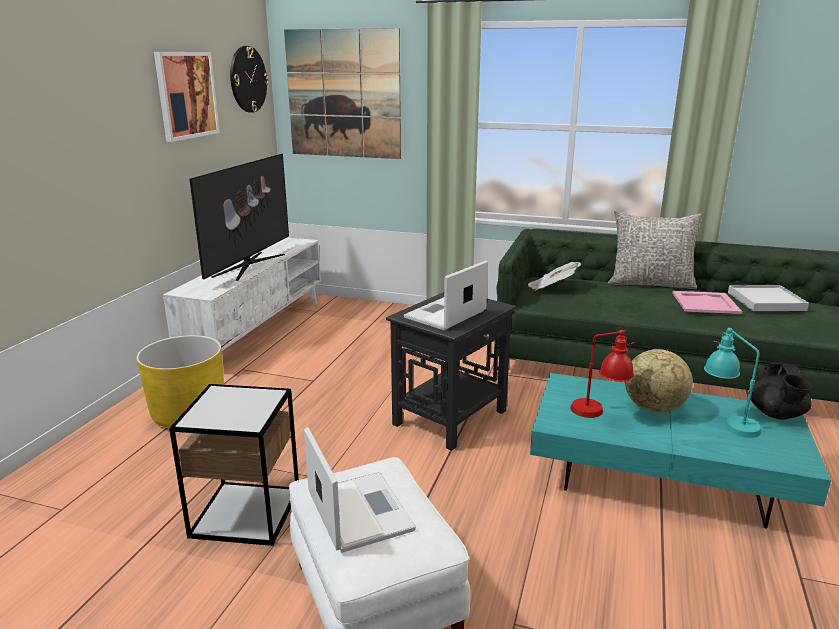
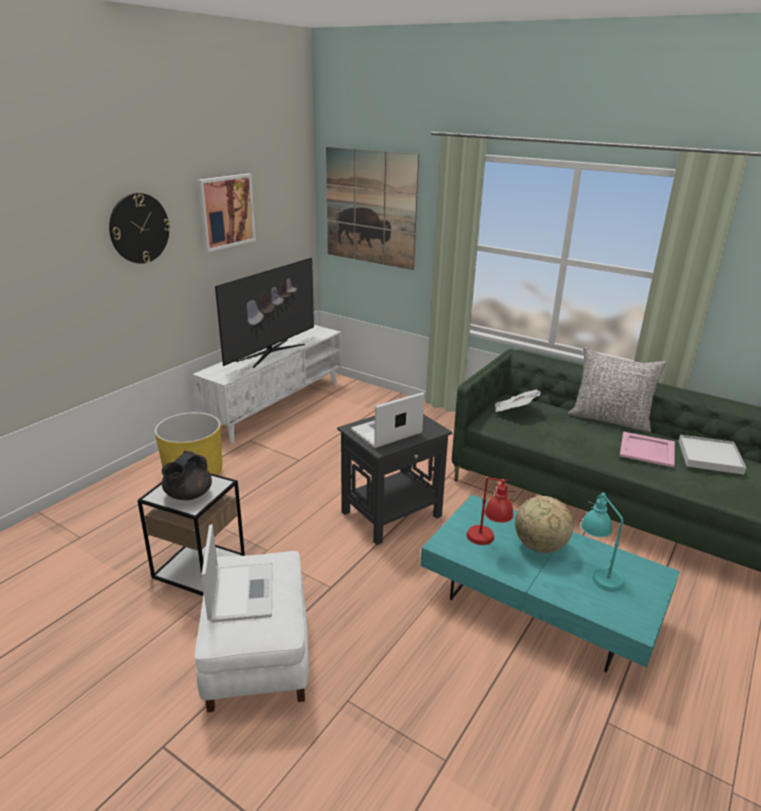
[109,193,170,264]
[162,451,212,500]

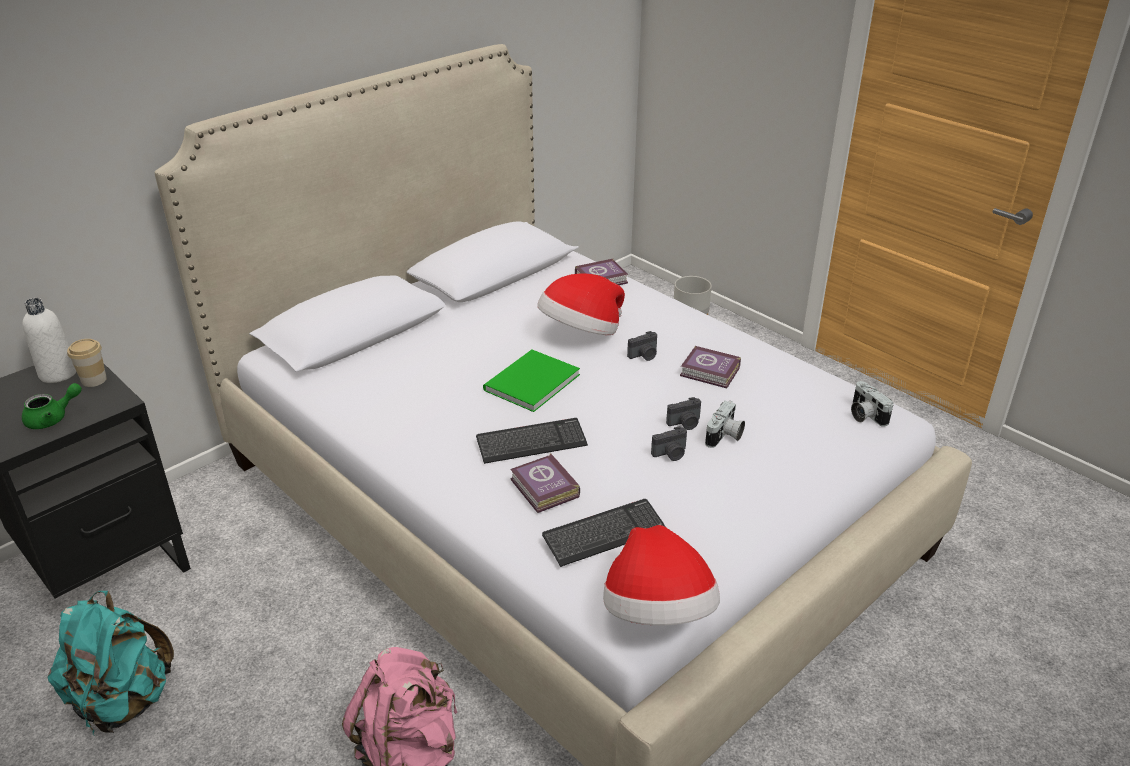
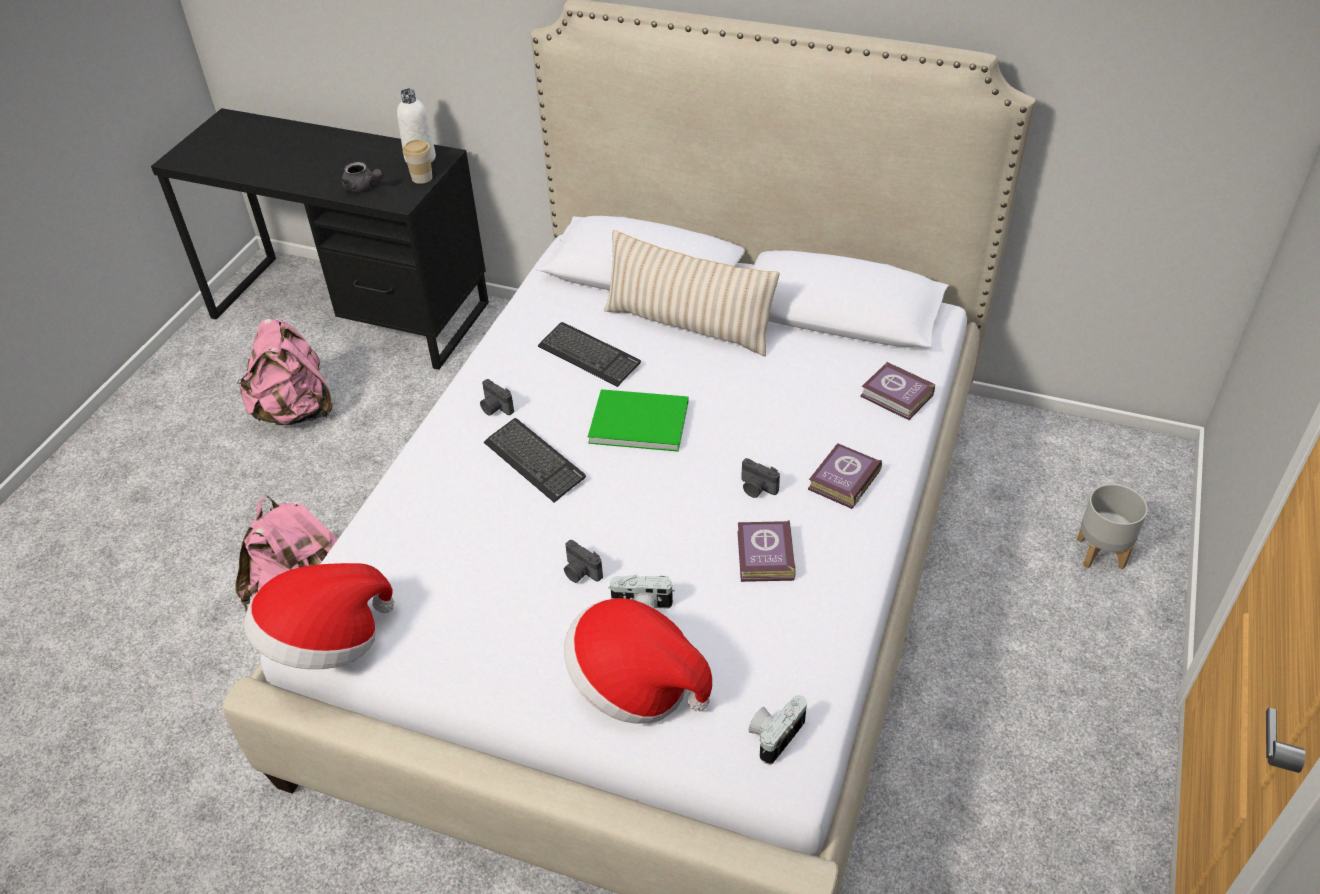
[604,230,780,356]
[808,443,882,509]
[564,598,712,724]
[538,322,641,387]
[480,379,514,416]
[342,162,383,192]
[237,318,333,425]

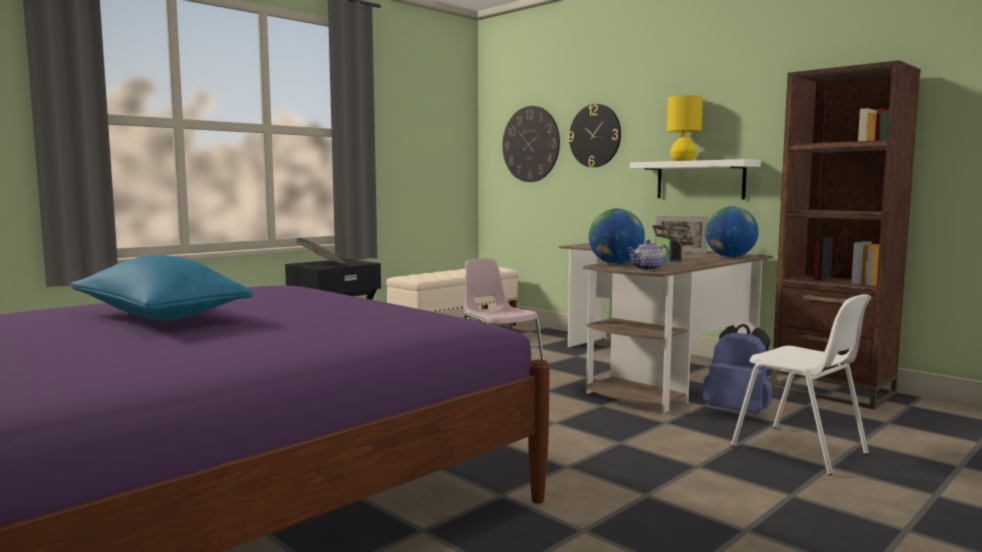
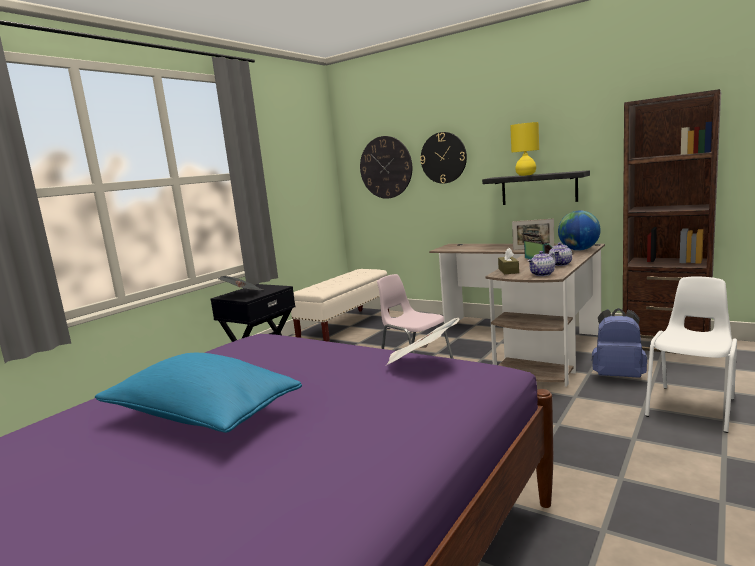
[387,318,460,365]
[549,242,572,266]
[498,248,519,274]
[482,170,590,205]
[645,276,737,433]

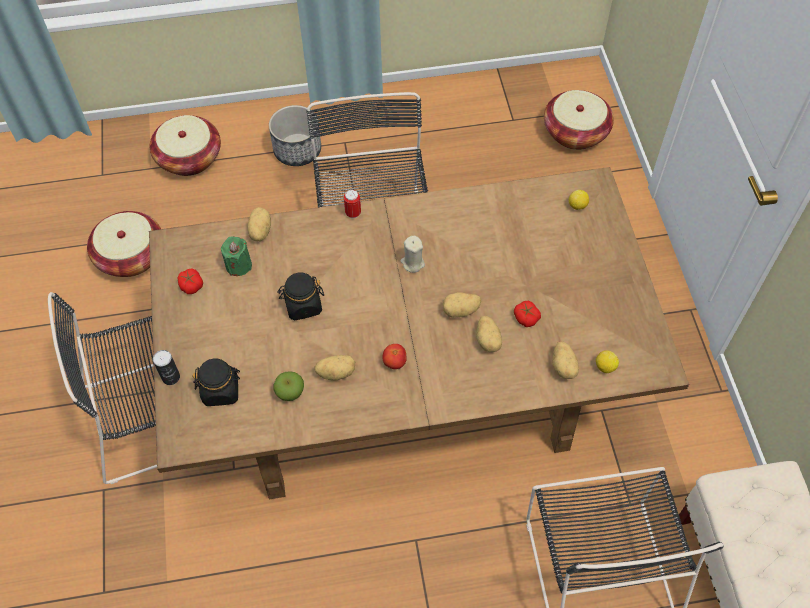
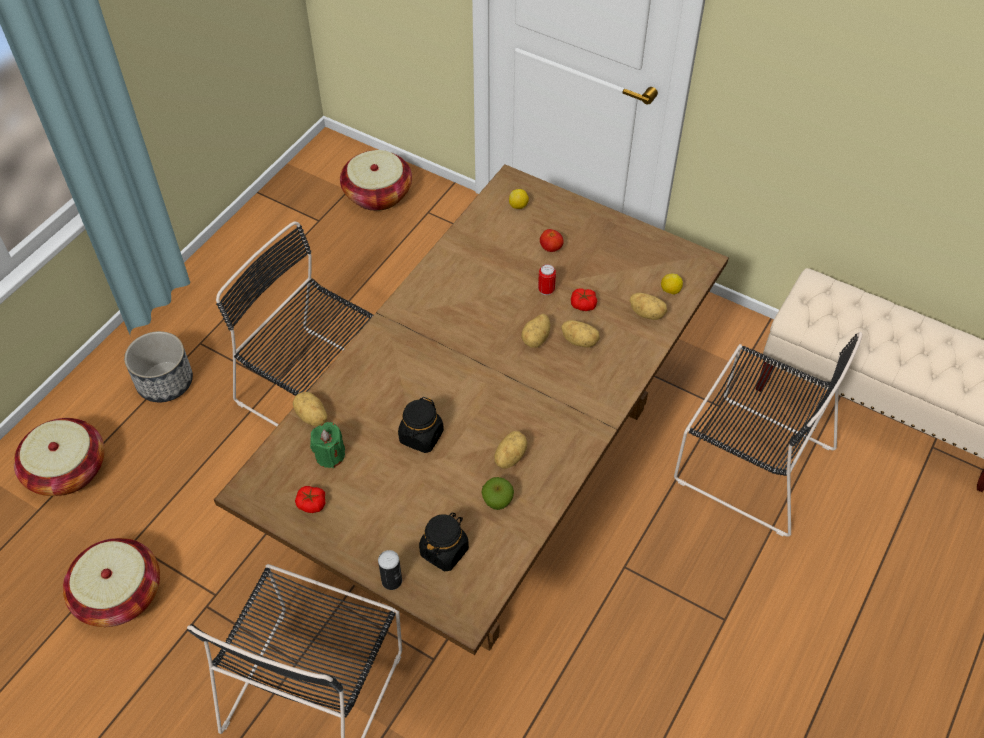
[401,236,425,273] (first image)
[538,264,556,295]
[540,229,564,252]

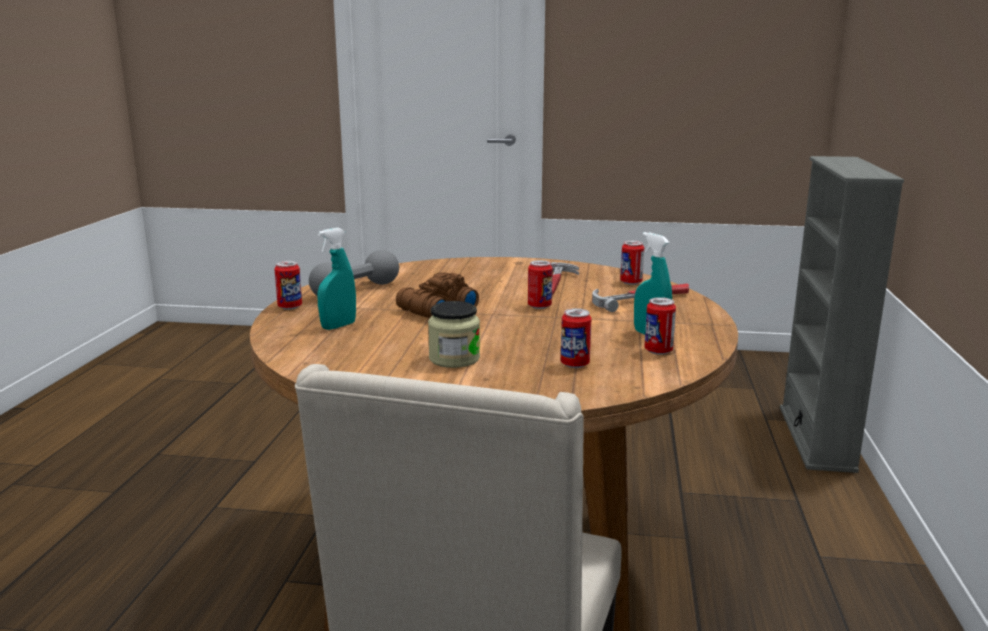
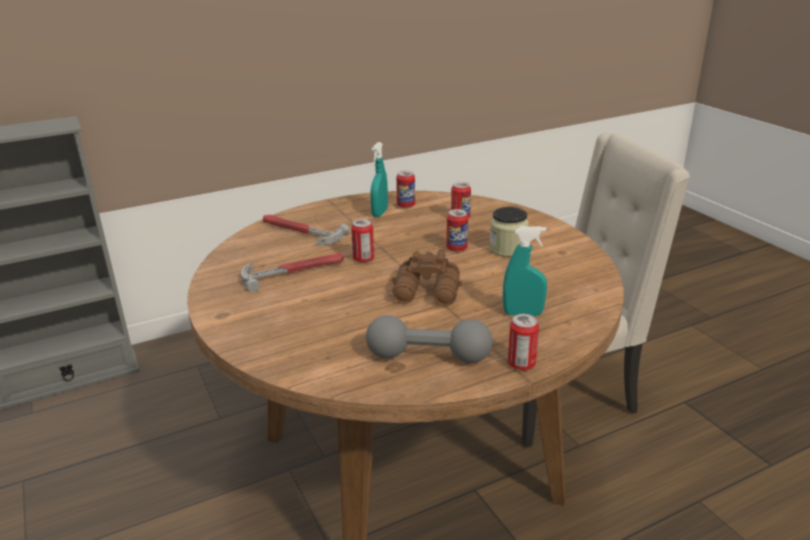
[446,209,468,252]

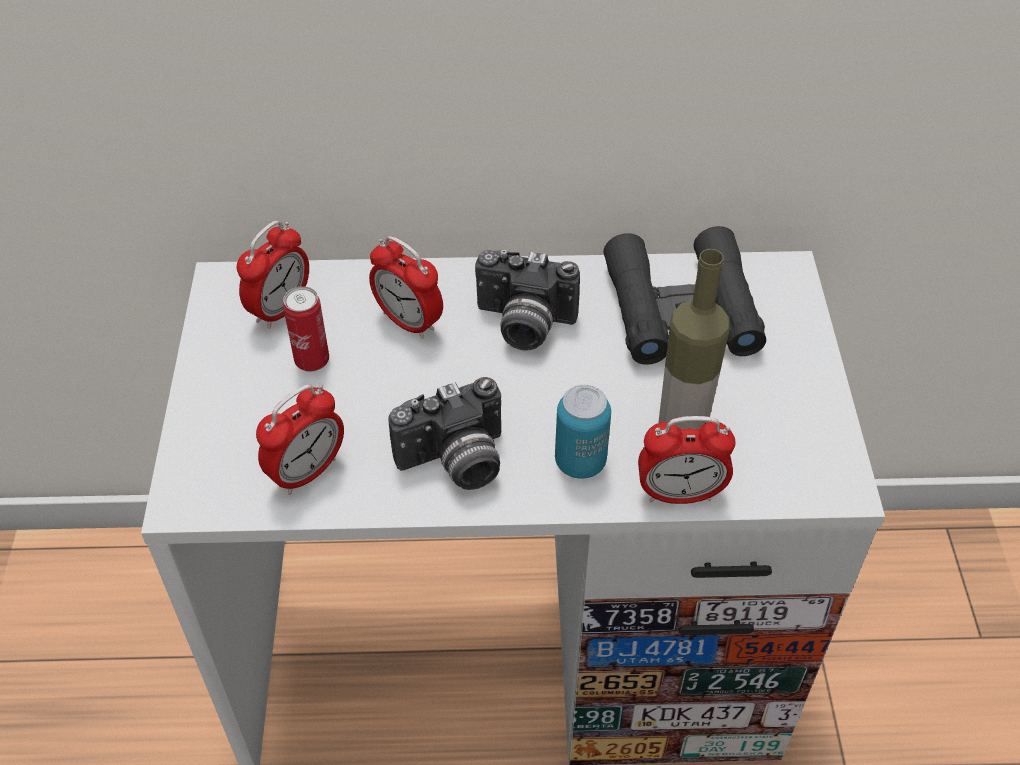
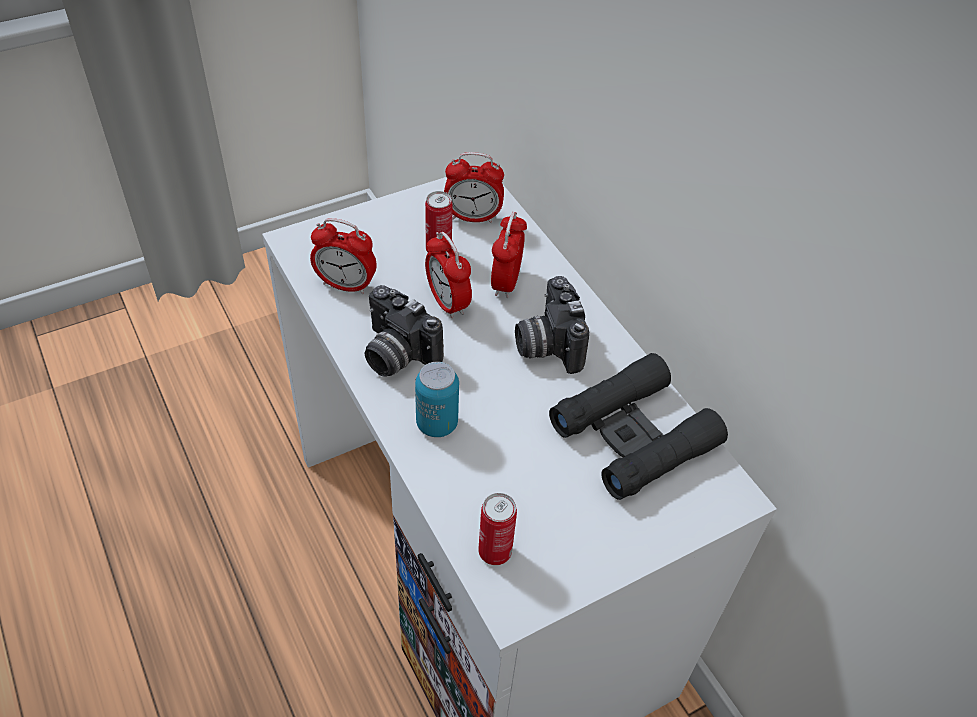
[659,249,729,429] (first image)
[478,493,517,565]
[425,232,472,319]

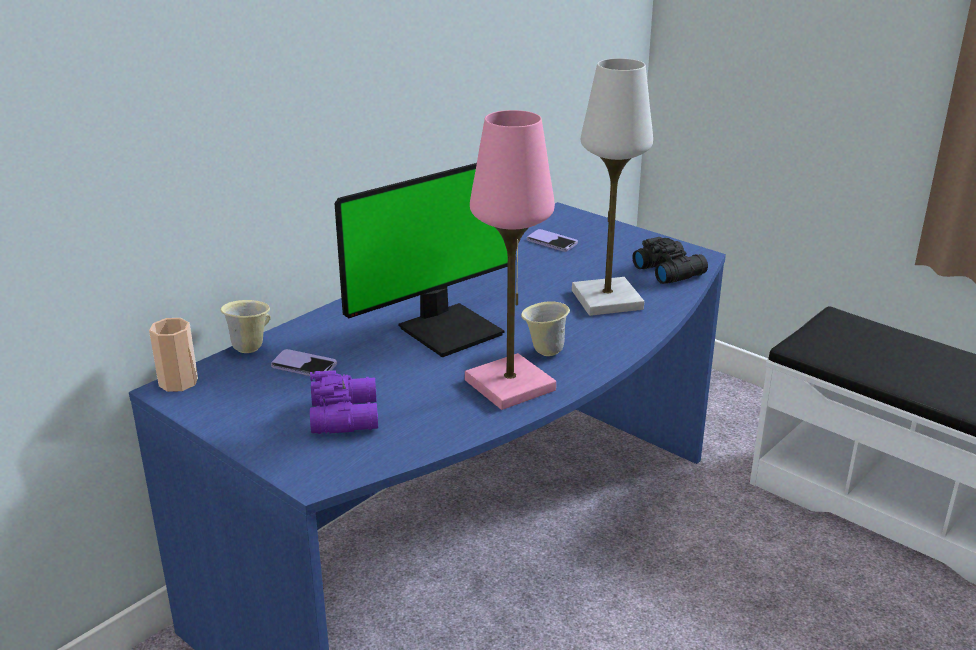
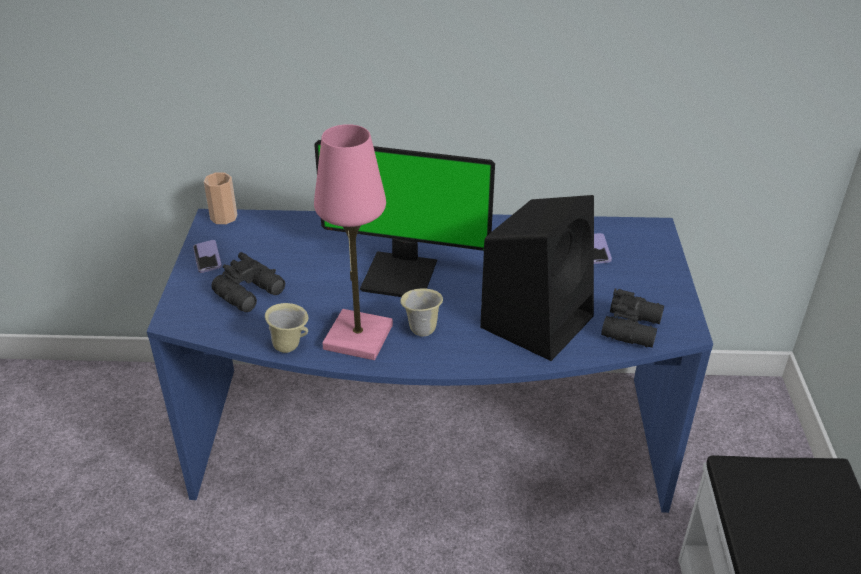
[265,303,308,353]
[193,240,222,273]
[480,195,594,361]
[211,252,285,312]

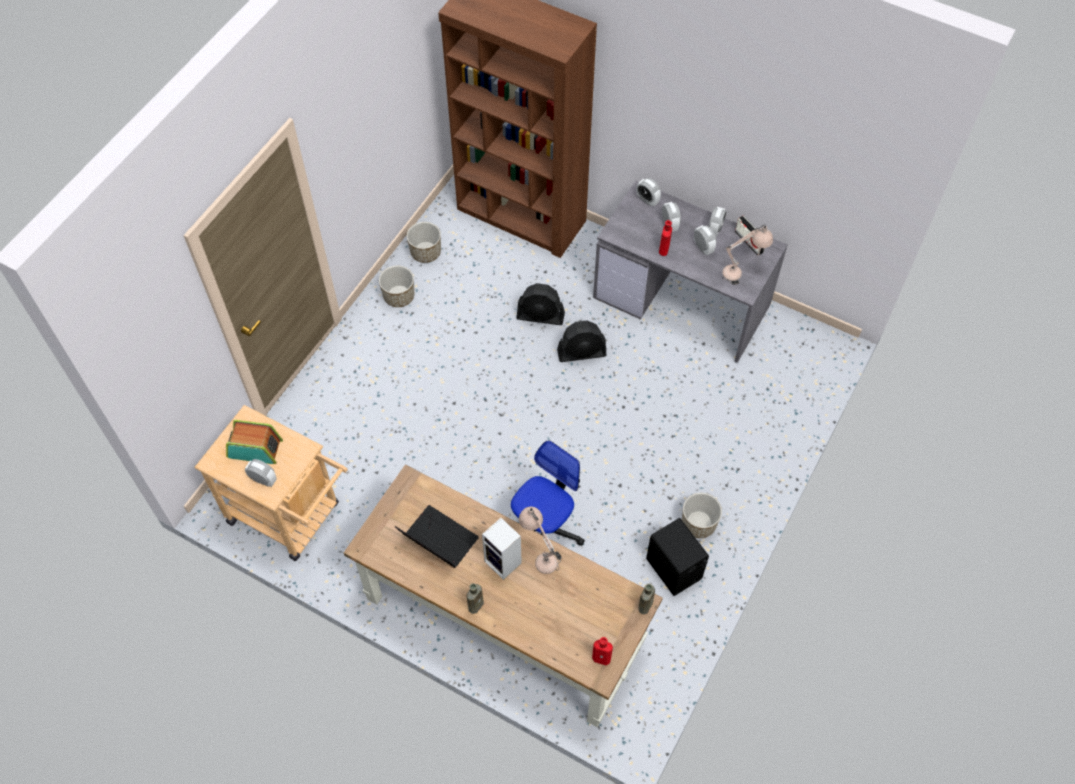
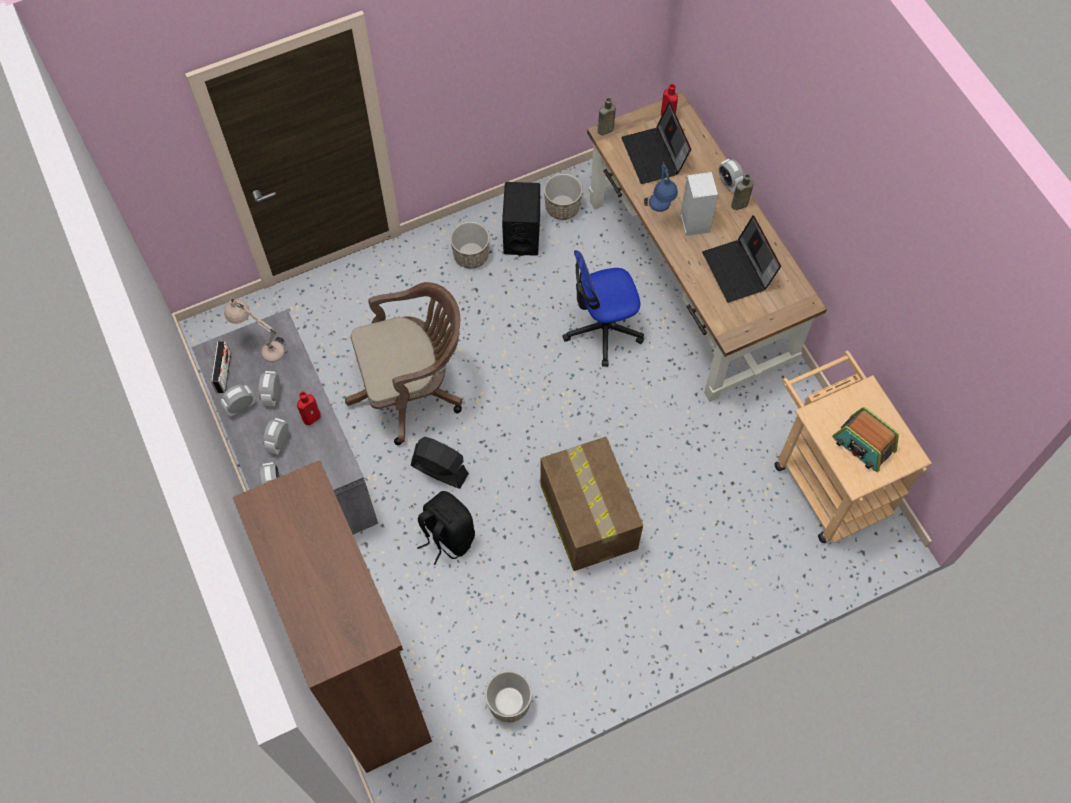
[345,282,463,445]
[540,437,643,571]
[621,102,691,184]
[718,159,744,193]
[544,173,582,220]
[417,491,475,565]
[644,162,678,212]

